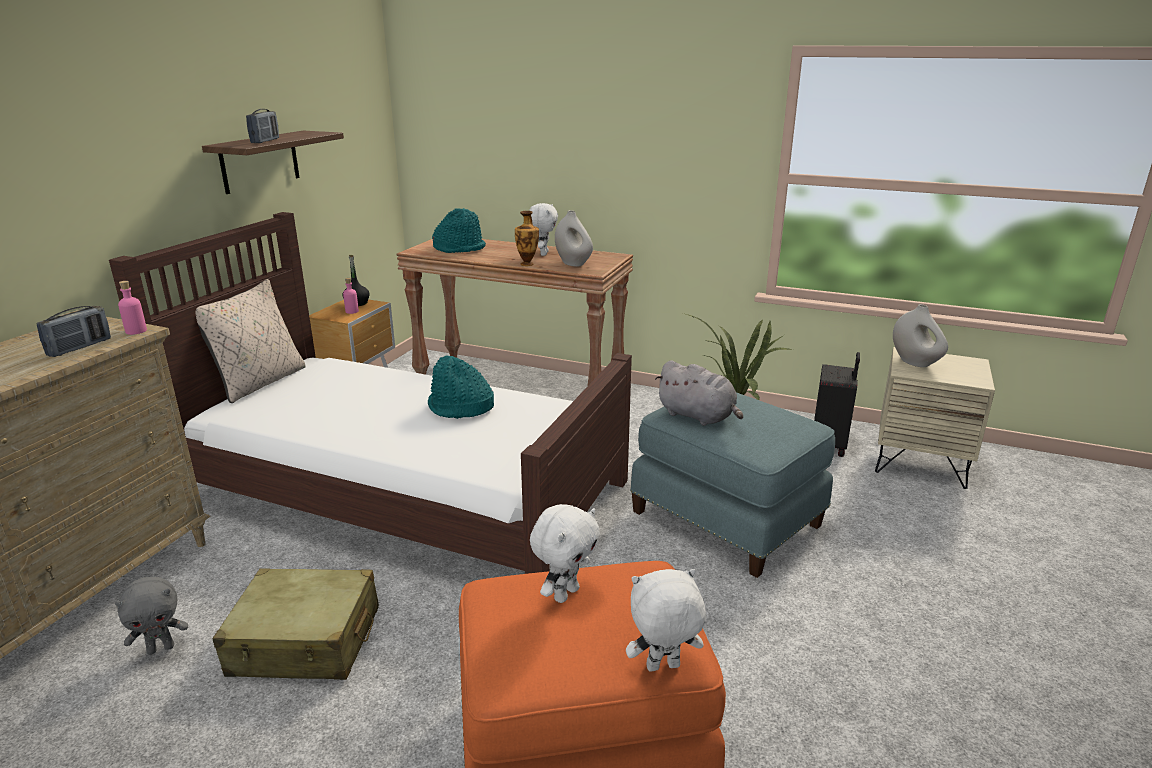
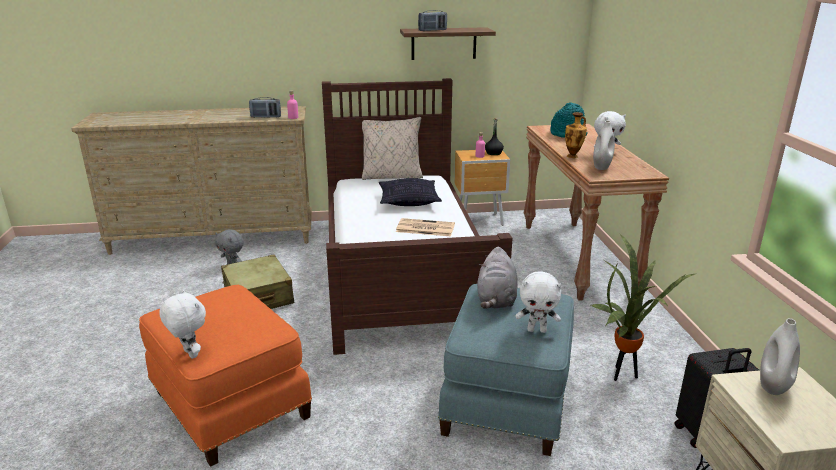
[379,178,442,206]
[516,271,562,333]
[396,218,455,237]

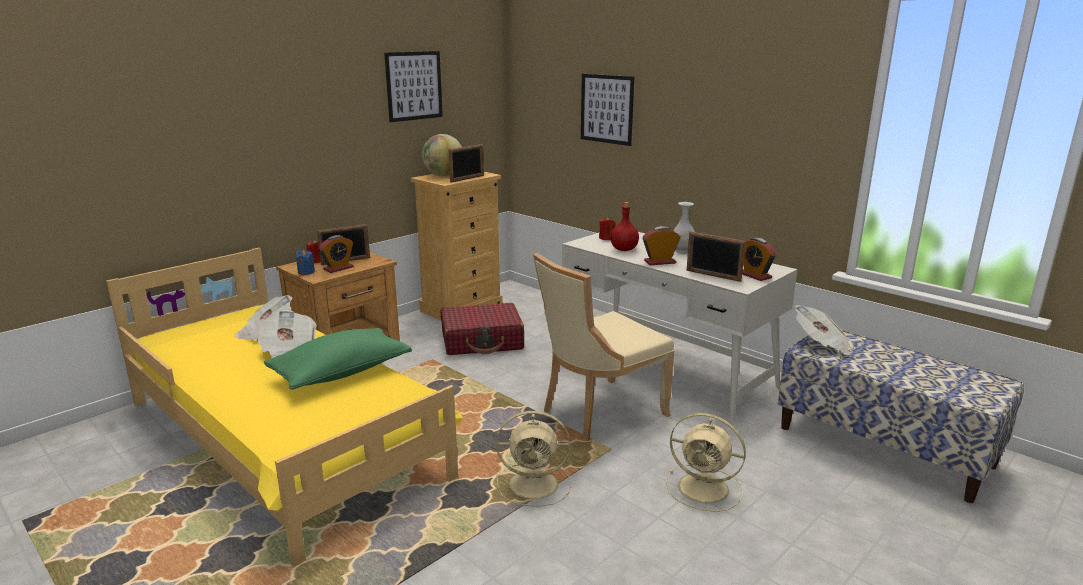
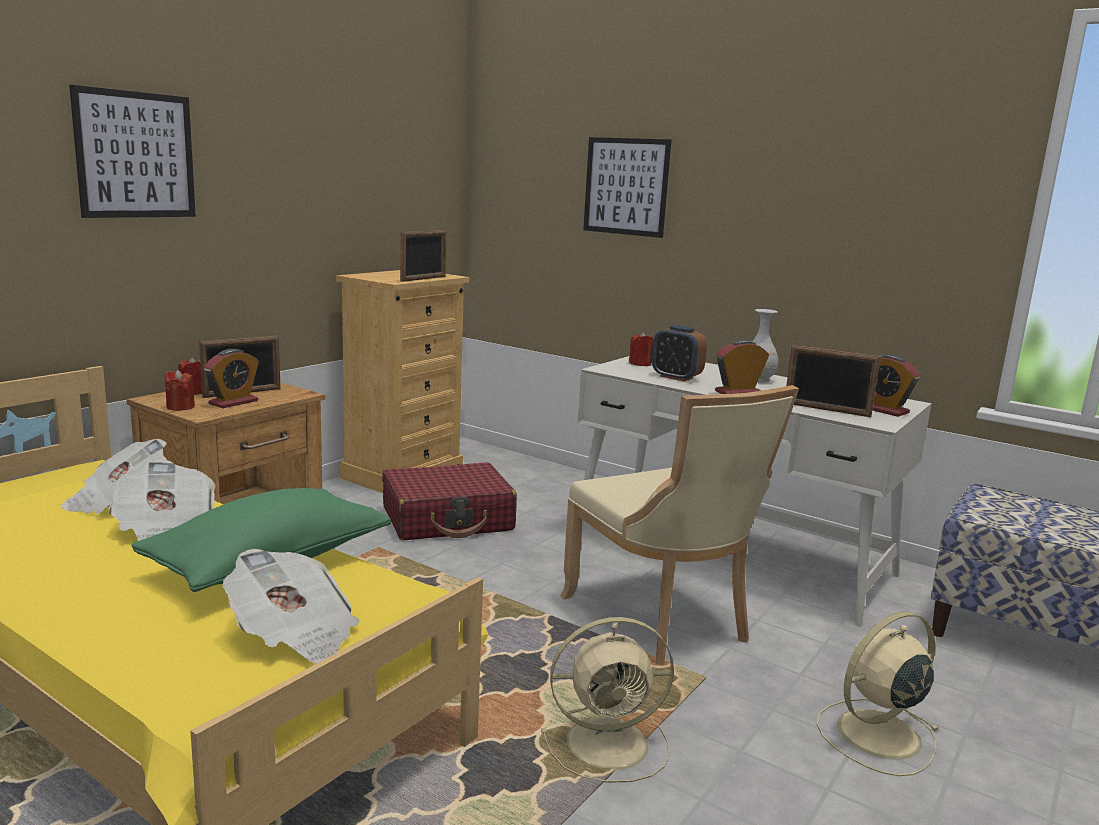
[422,134,462,176] (first image)
[69,85,196,218]
[223,549,360,664]
[652,325,707,381]
[164,370,195,411]
[560,385,799,665]
[817,612,940,776]

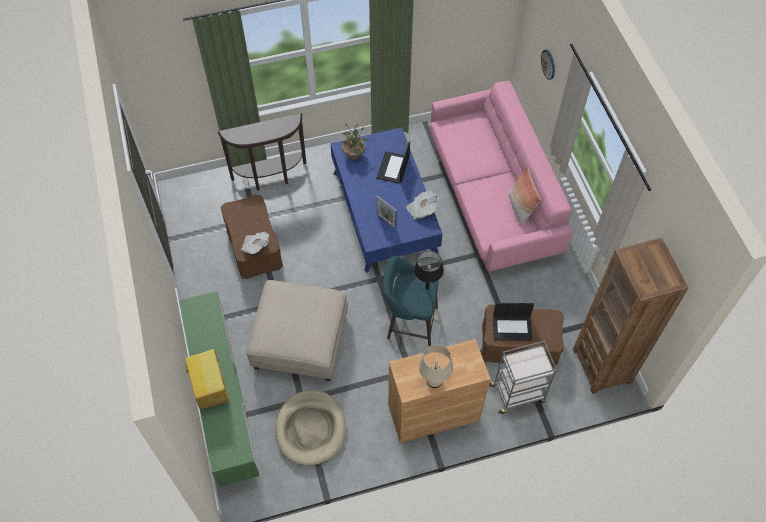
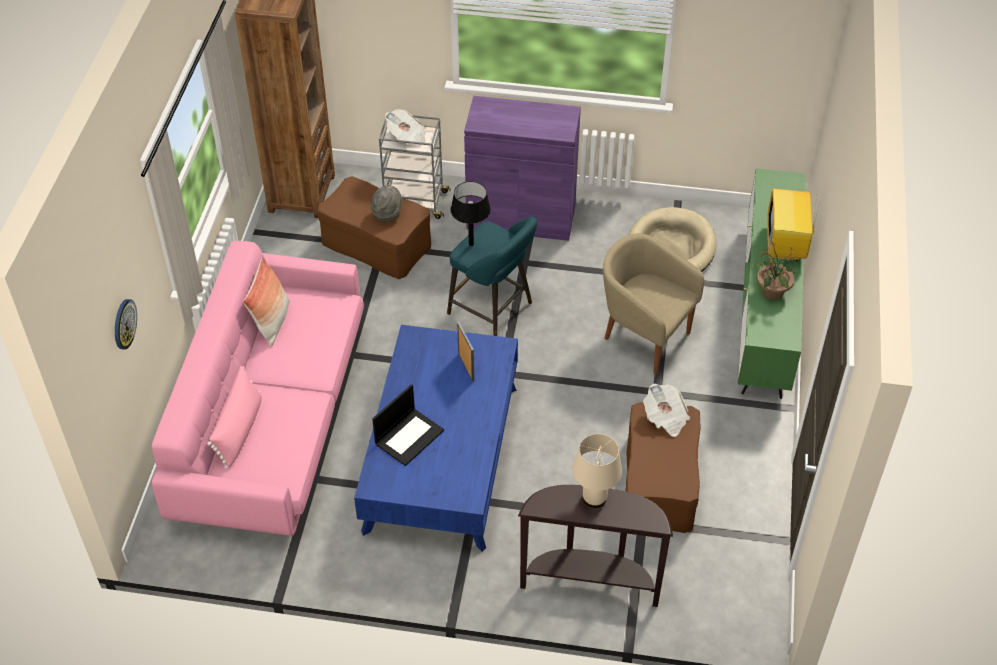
[207,366,262,469]
[753,242,795,300]
[385,109,426,145]
[572,434,622,508]
[603,233,704,375]
[370,186,402,222]
[464,96,581,241]

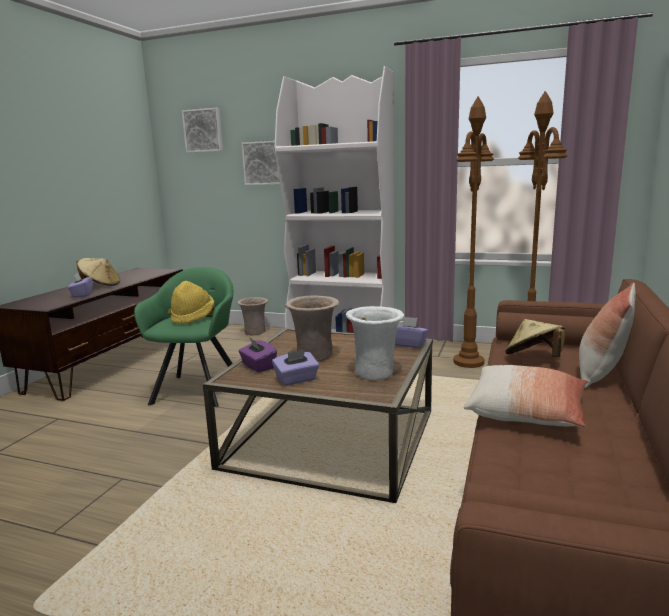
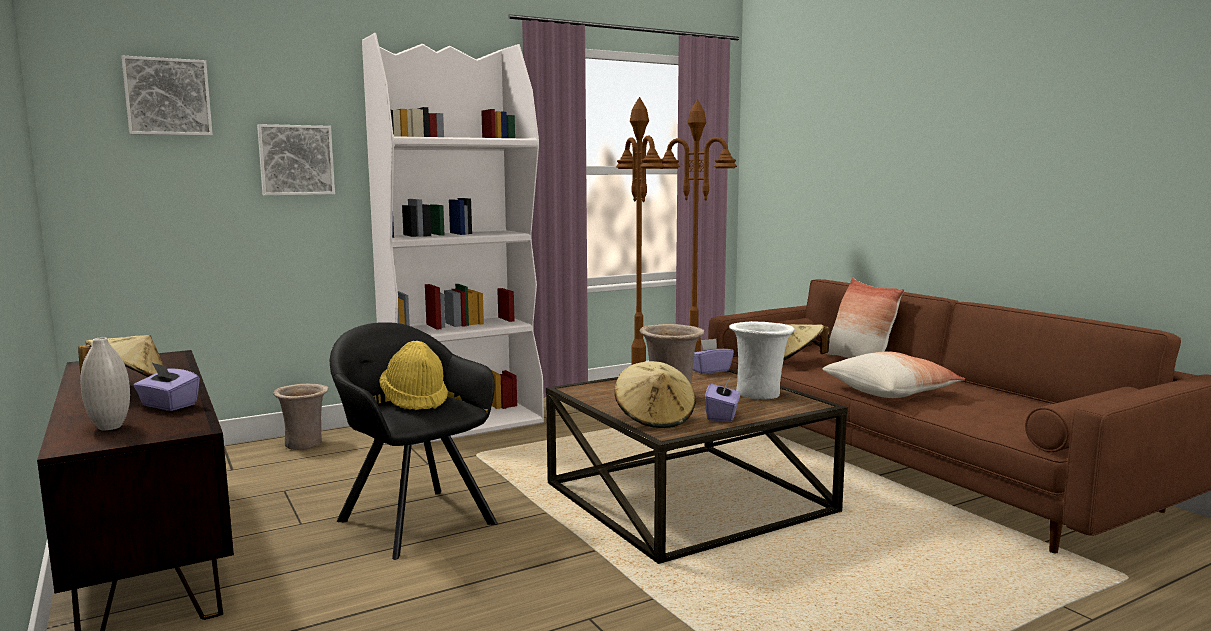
[80,337,130,430]
[614,361,696,428]
[329,322,498,560]

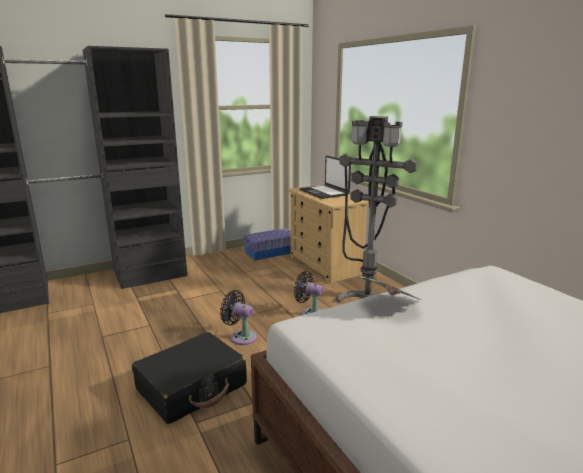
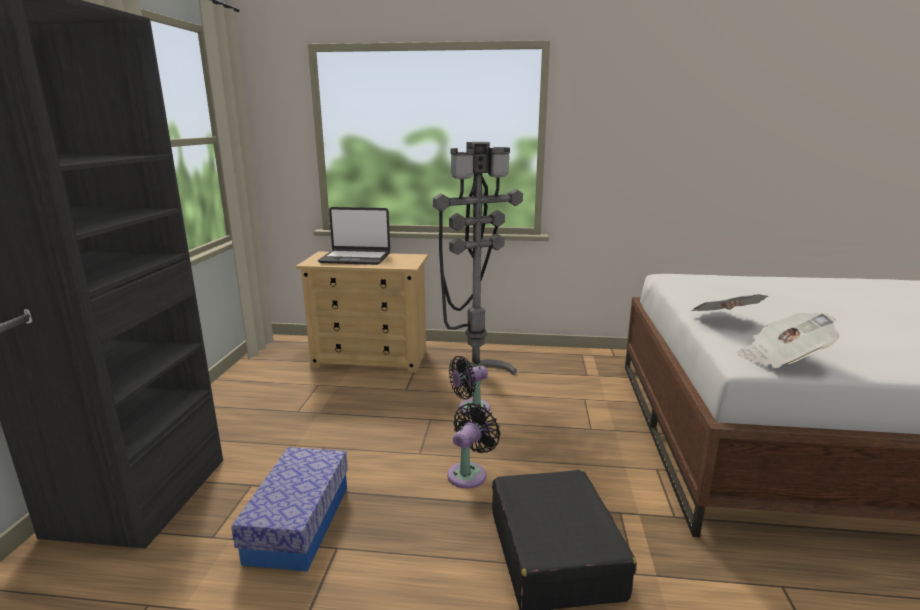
[738,313,839,368]
[231,447,348,572]
[448,403,500,488]

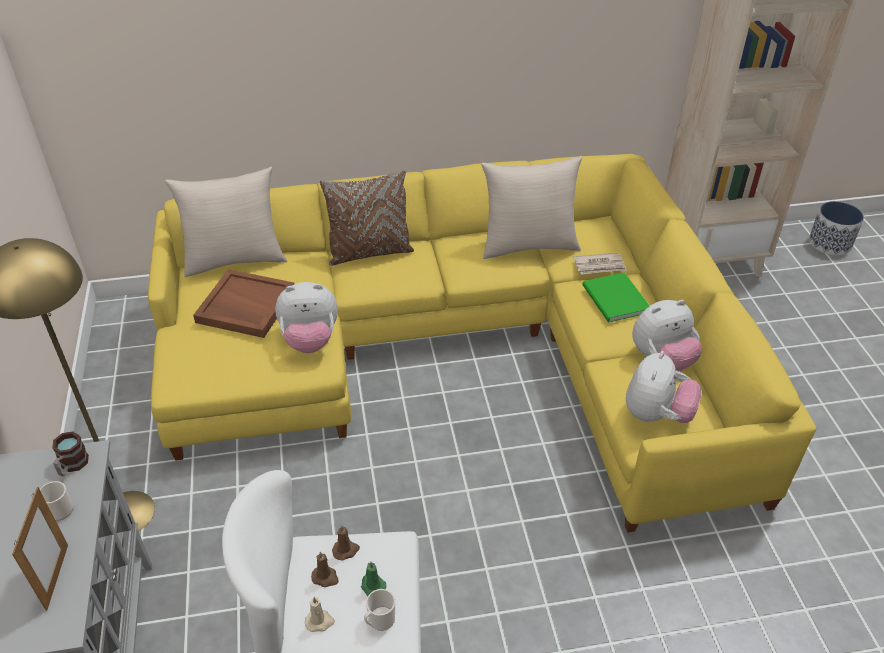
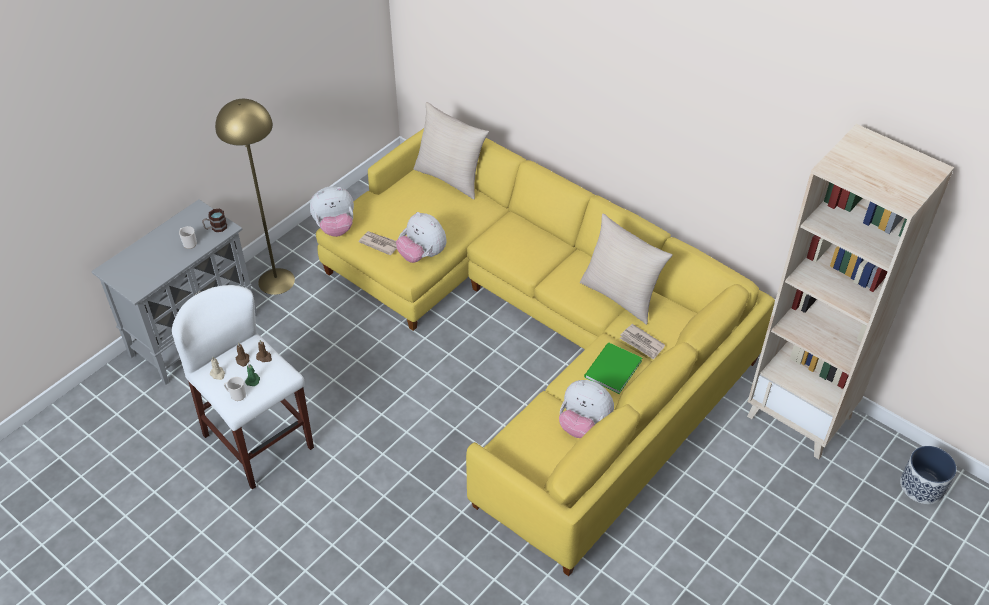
[12,487,68,611] (first image)
[193,269,294,338] (first image)
[320,171,414,266] (first image)
[359,231,397,255]
[310,186,354,237]

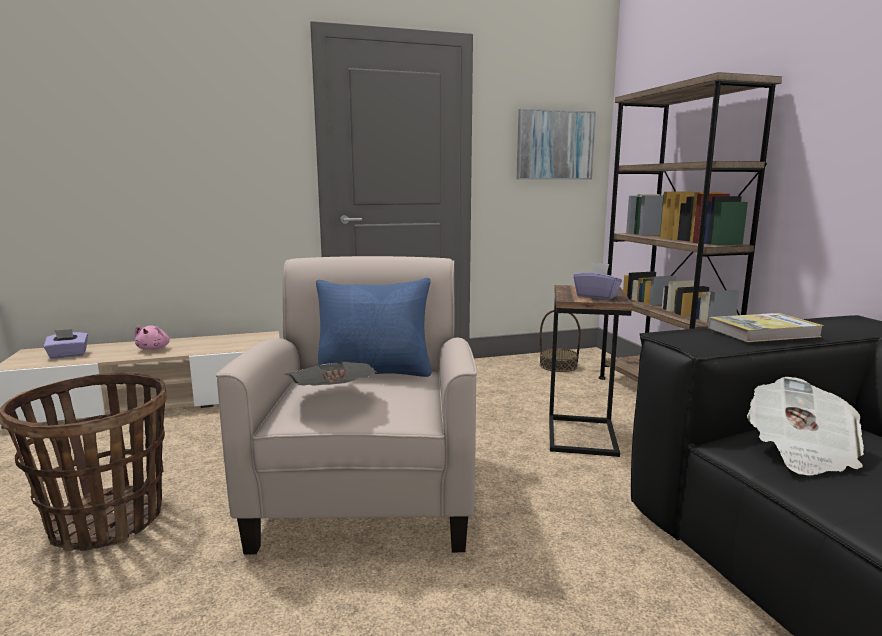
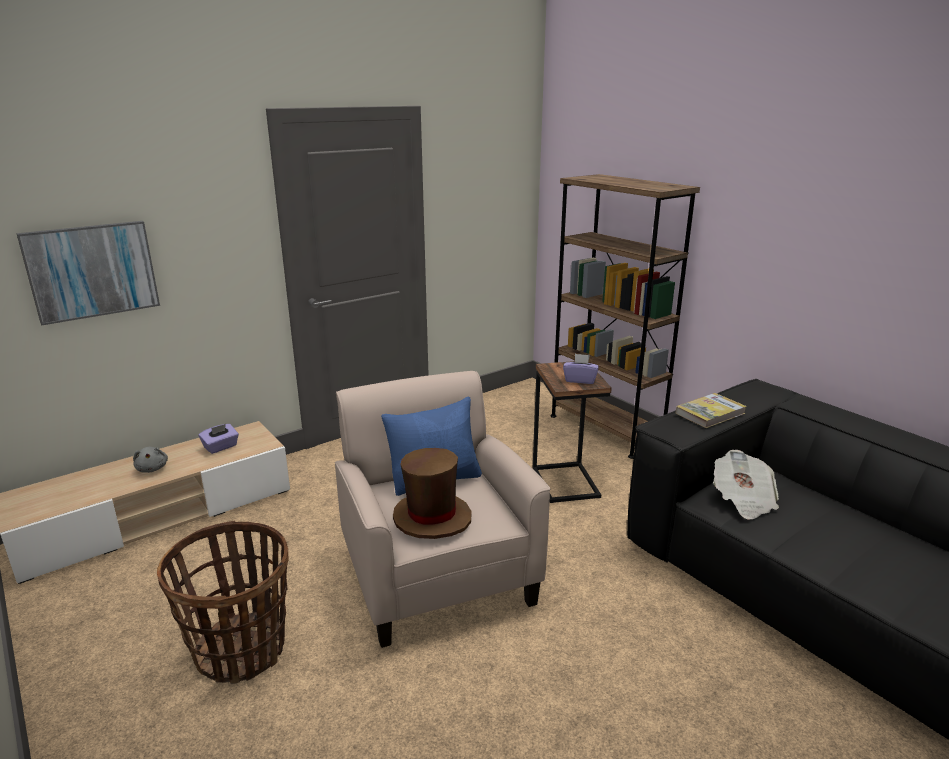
[539,310,581,372] (first image)
[199,424,239,454]
[16,221,160,326]
[393,448,471,539]
[133,447,168,473]

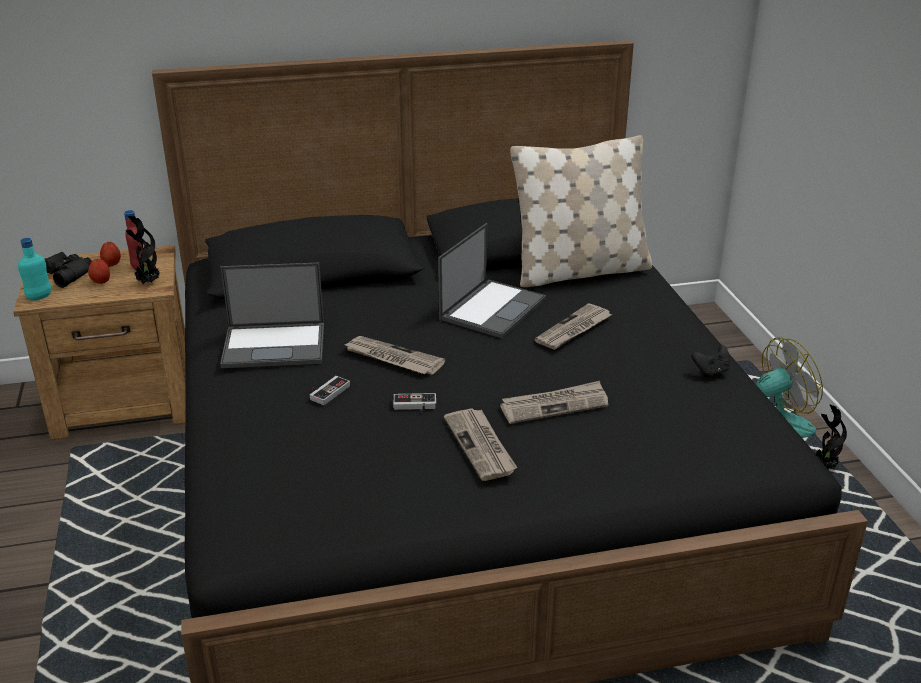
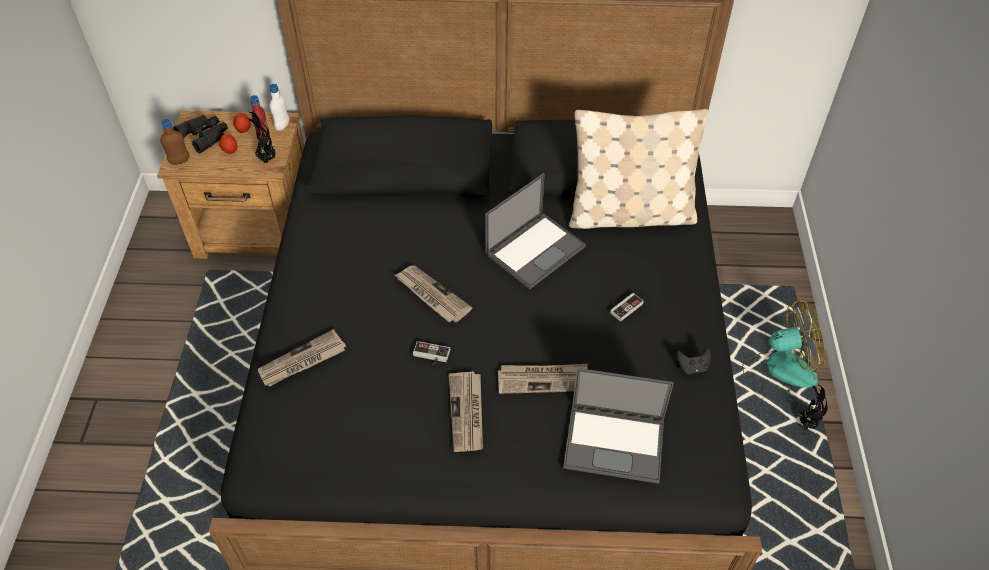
[269,84,290,131]
[563,368,674,484]
[610,293,644,322]
[258,329,346,387]
[160,119,189,165]

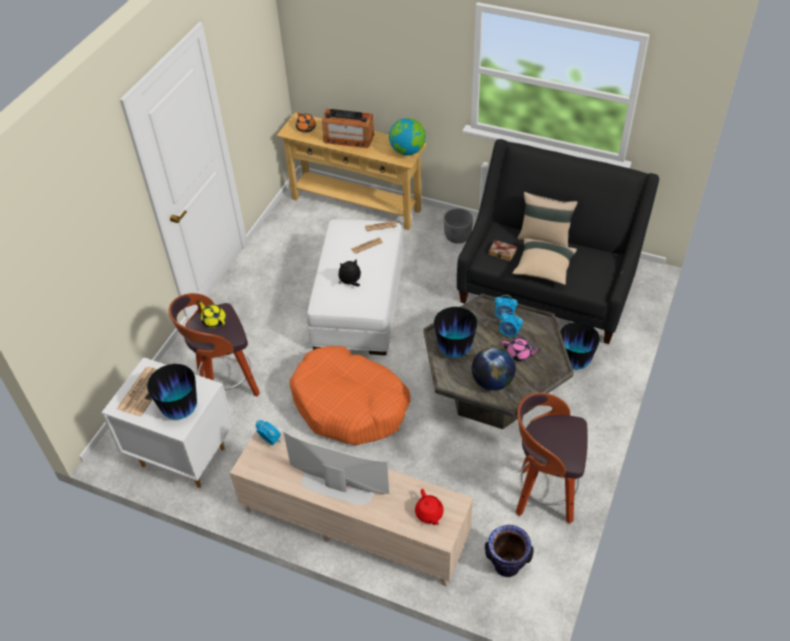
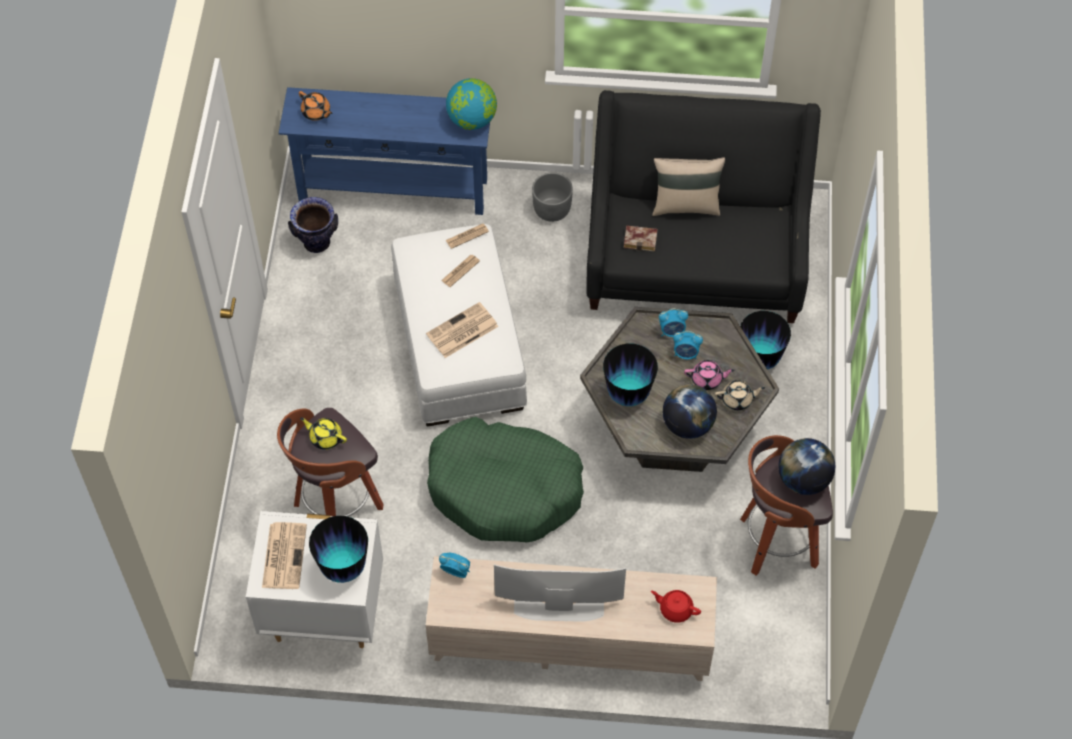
[322,109,374,148] (first image)
[512,238,577,285] (first image)
[715,380,765,410]
[778,438,835,495]
[288,197,338,253]
[426,302,498,358]
[279,87,490,215]
[427,417,584,542]
[651,590,701,623]

